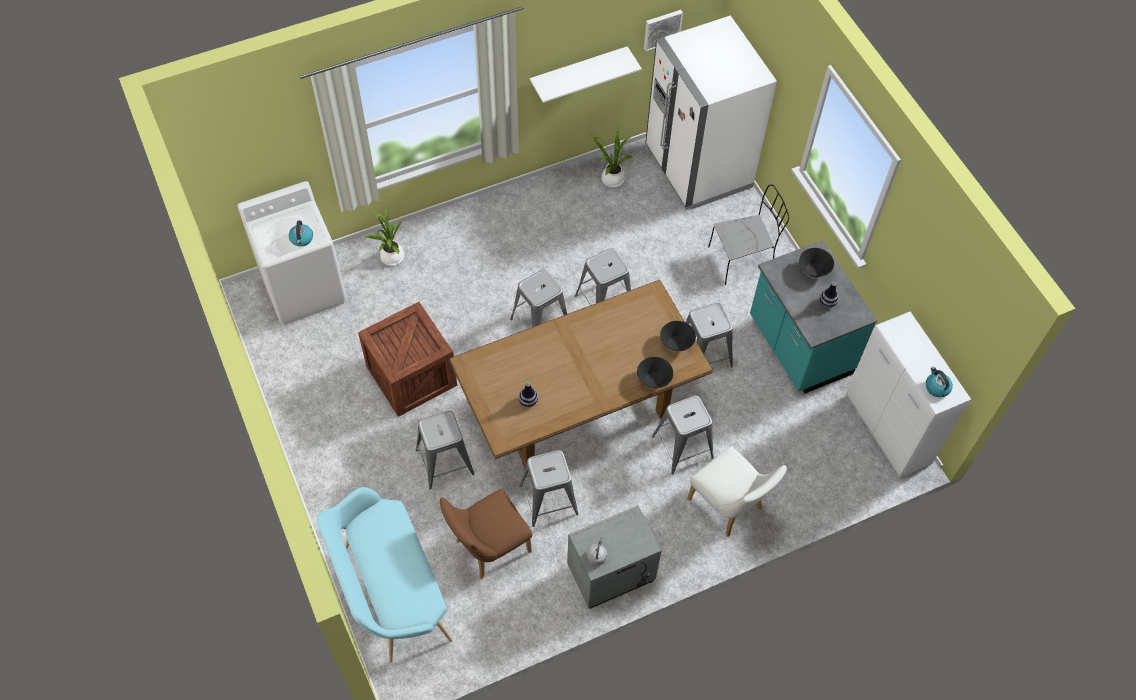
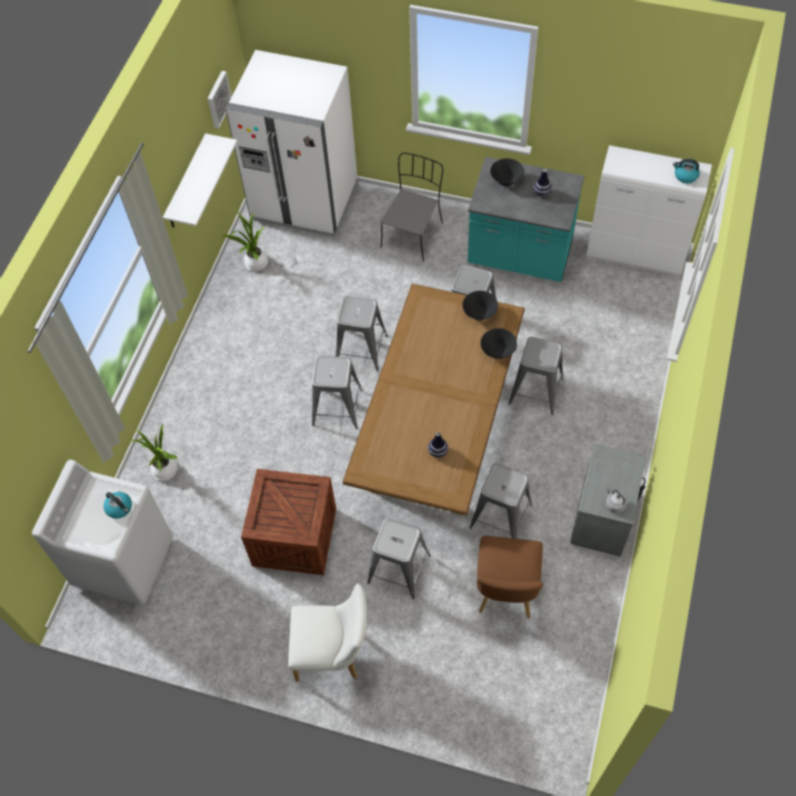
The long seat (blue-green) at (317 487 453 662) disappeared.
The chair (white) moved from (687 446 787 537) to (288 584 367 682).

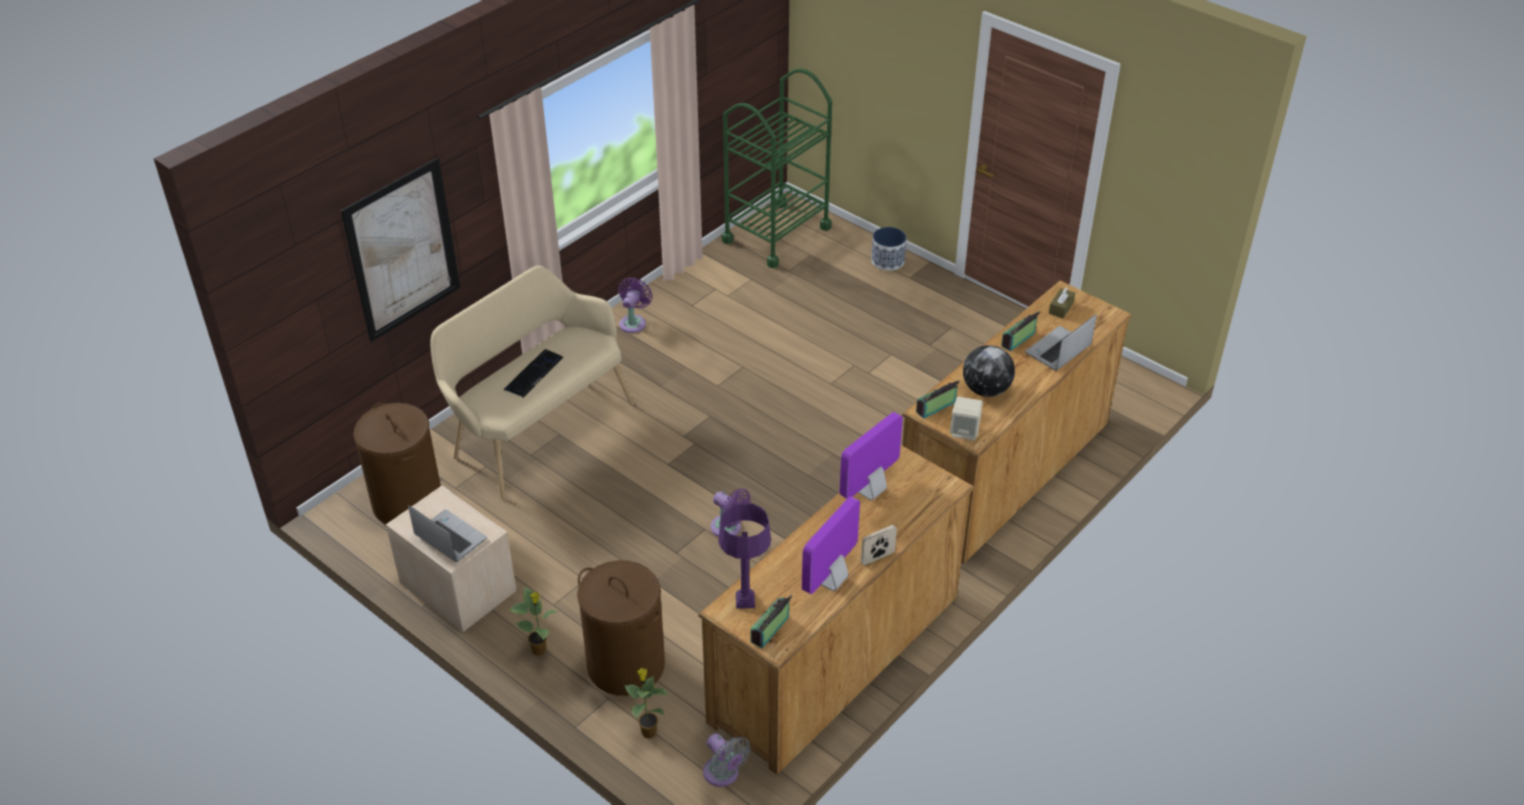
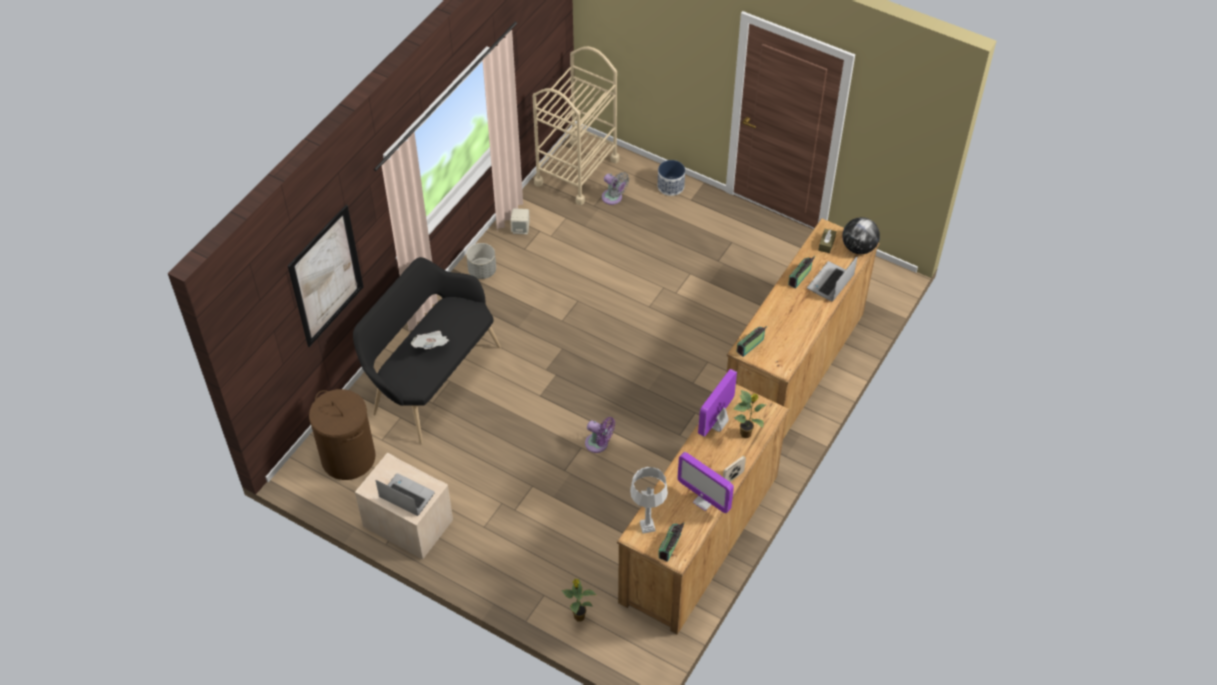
The long seat (beige-coloured) at (430 265 634 499) became the long seat (black-coloured) at (353 257 501 445).
The PC keyboard at (504 349 563 398) was replaced by the newspaper at (411 331 449 349).
The houseplant moved from (509 587 557 655) to (733 390 766 438).
The laundry basket (brown) at (577 560 665 696) disappeared.
The electric fan (purplish) at (618 277 652 333) was replaced by the flower pot (grey) at (466 243 496 279).
The electric fan (grey) moved from (703 734 751 787) to (602 172 629 205).
The tabletop lamp (purplish) at (718 503 771 609) became the tabletop lamp (grey) at (630 467 668 533).
The wheeled cart (green) at (722 68 832 268) became the wheeled cart (beige-coloured) at (533 46 620 205).
The monitor at (802 496 860 594) turned 75 degrees counterclockwise.
The audio speaker (beige-coloured) moved from (950 397 983 440) to (510 208 530 234).
The globe moved from (963 345 1015 397) to (843 217 880 254).

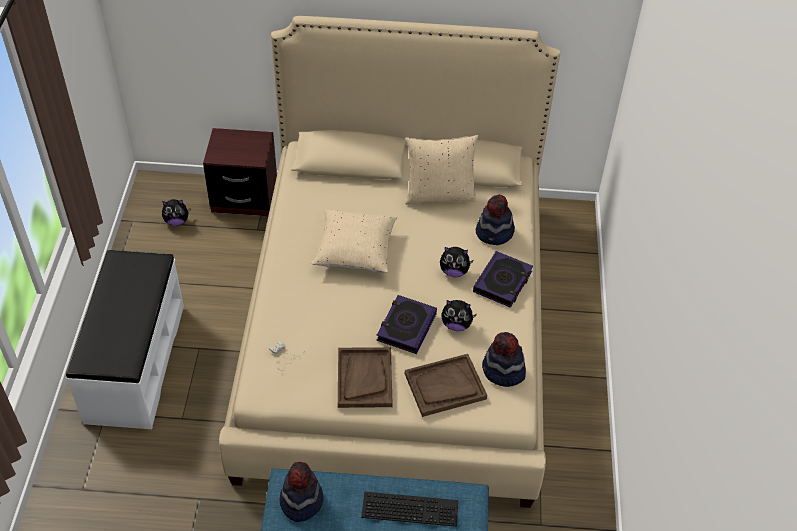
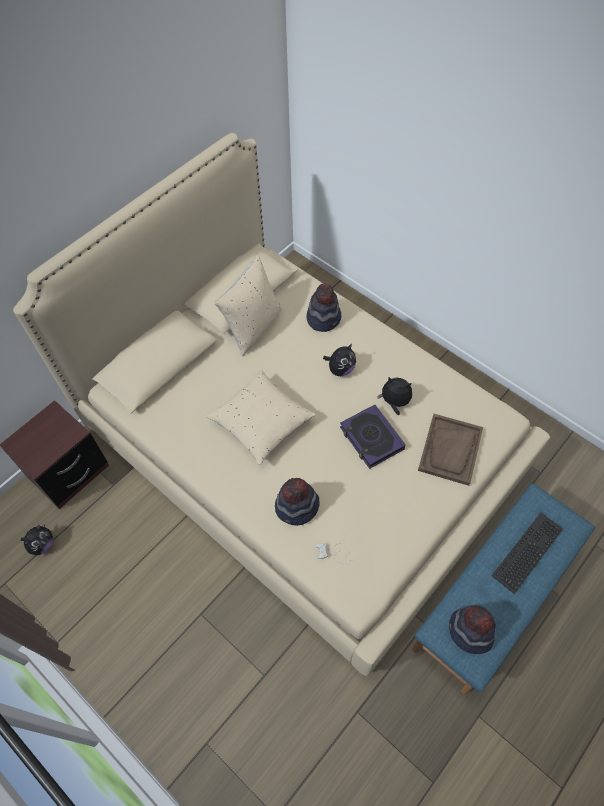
The long seat (white) at (66 250 184 429) disappeared.
The tray (brown) at (338 347 393 408) disappeared.
The soft toy at (441 300 477 331) turned 120 degrees counterclockwise.
The bound book at (473 251 533 308) disappeared.
The clothing hat moved from (482 332 526 387) to (275 478 320 526).

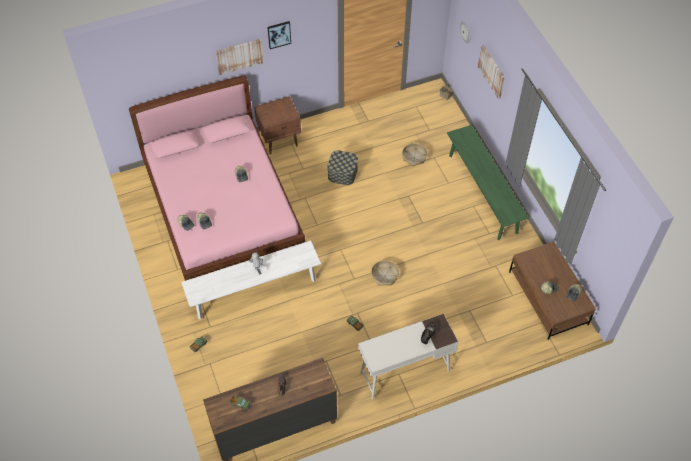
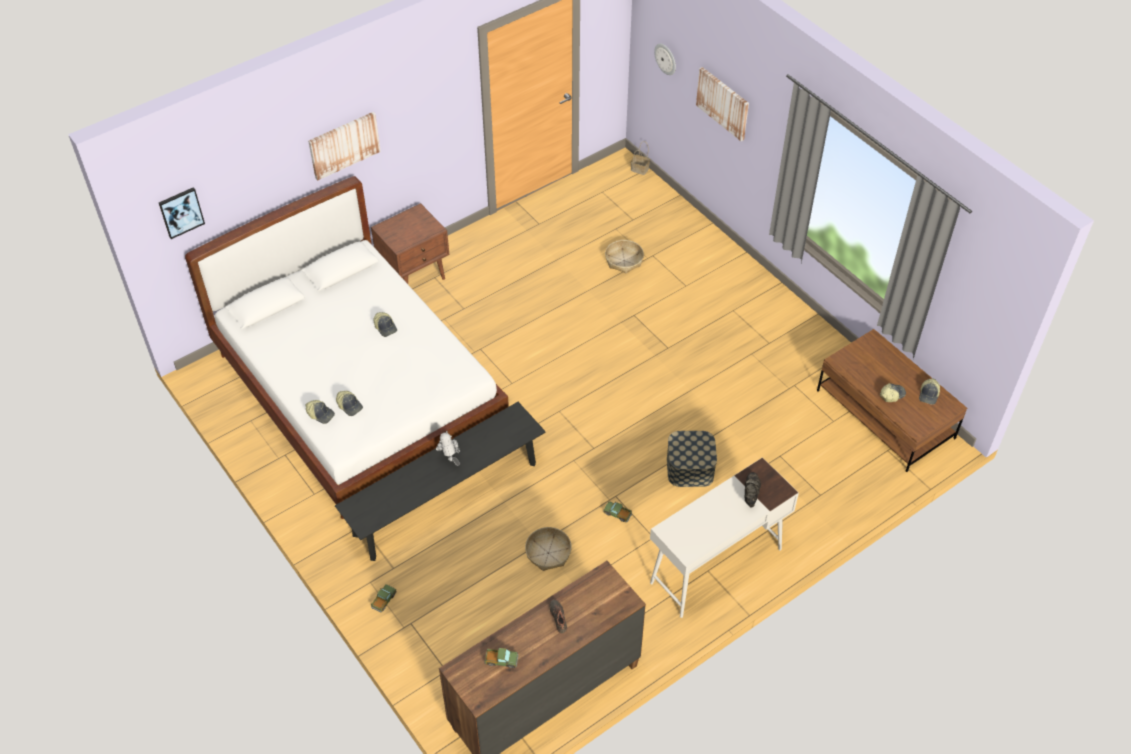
The bedroom bed (pink-coloured) at (129 75 305 281) became the bedroom bed (white) at (185 176 509 519).
The long seat (white) at (181 240 321 320) became the long seat (black-coloured) at (335 402 546 561).
The wall art moved from (267 21 291 49) to (159 187 205 239).
The storage container moved from (327 150 358 185) to (667 431 717 487).
The storage basket moved from (371 260 399 285) to (525 527 572 571).
The long seat (green) at (447 125 529 240) disappeared.

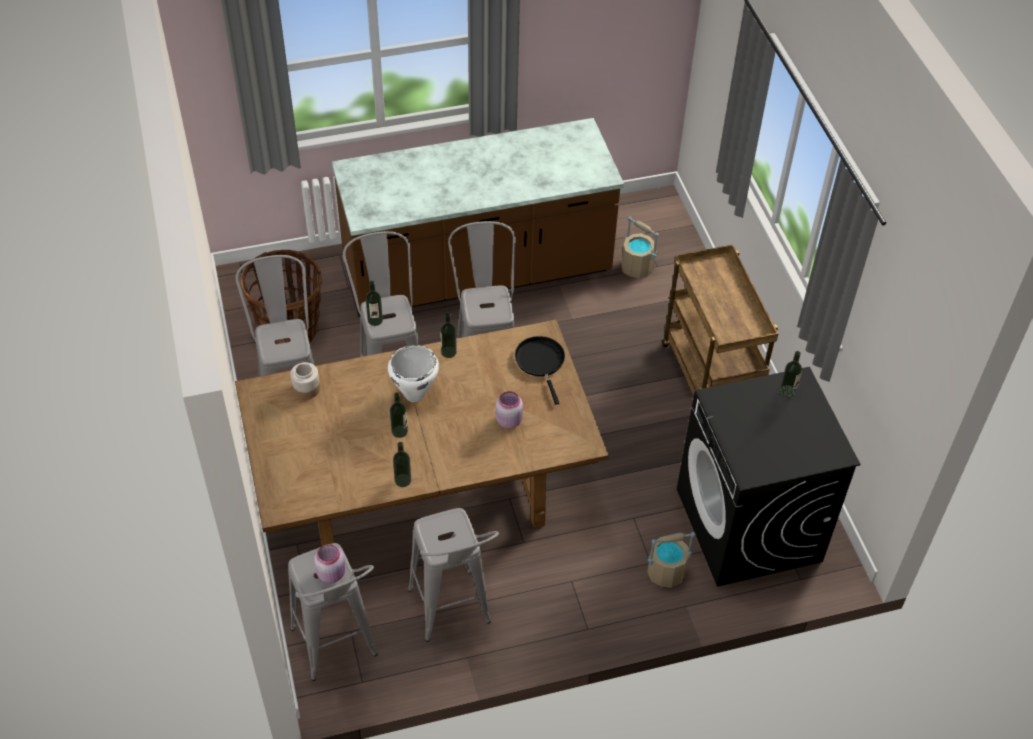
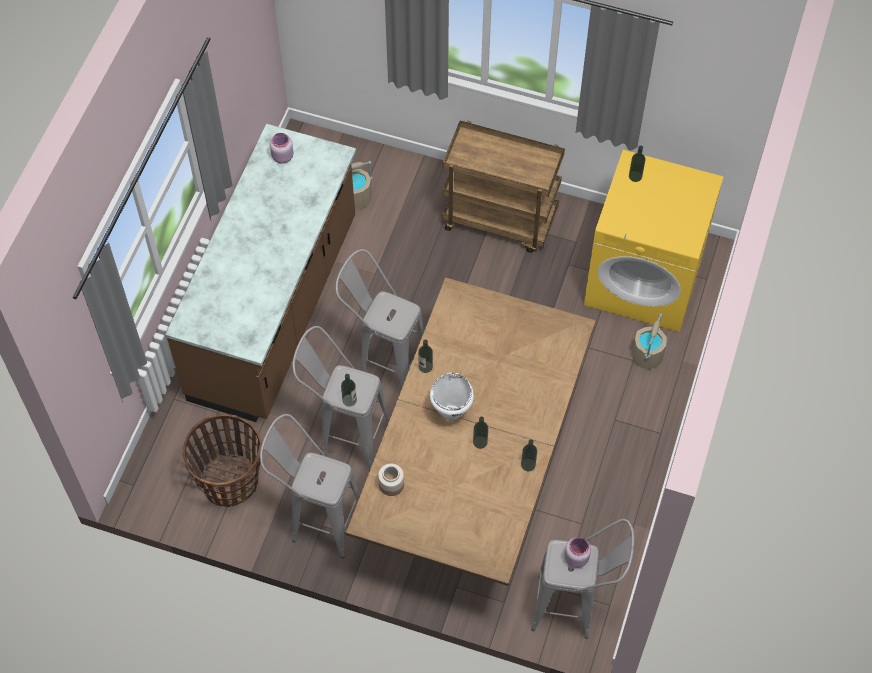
The stool (grey) at (408 508 499 642) disappeared.
The preserve jar (pink-coloured) moved from (496 391 523 429) to (270 133 293 164).
The skillet (black-coloured) at (515 336 565 405) disappeared.
The laundry machine (black-coloured) at (677 367 860 586) became the laundry machine (yellow) at (584 150 724 332).

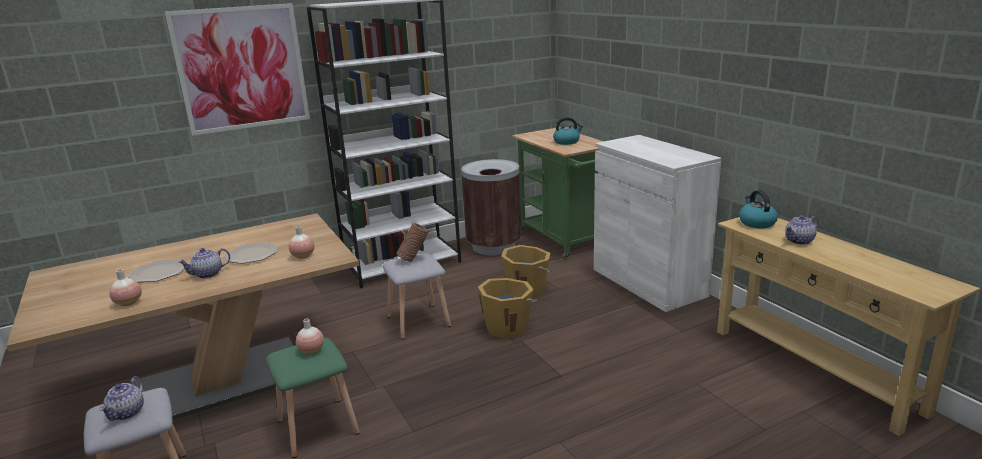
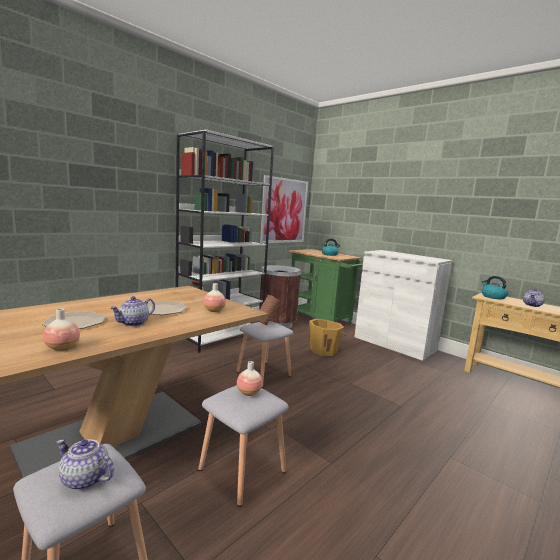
The teapot at (99 377 144 421) turned 120 degrees clockwise.
The wall art moved from (165 3 310 136) to (260 175 308 243).
The stool (green) at (266 338 360 458) became the stool (grey) at (198 385 289 507).
The water bucket (orange-coloured) at (478 278 537 339) disappeared.

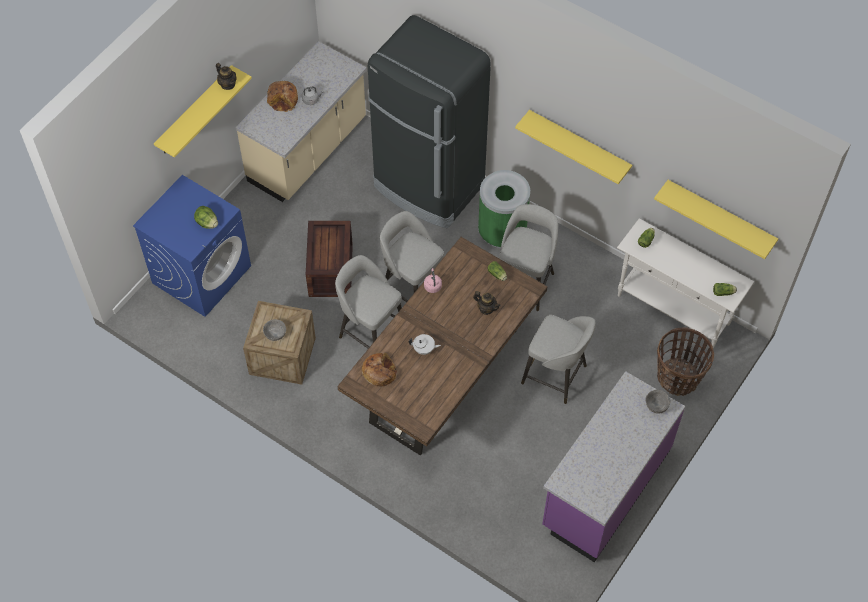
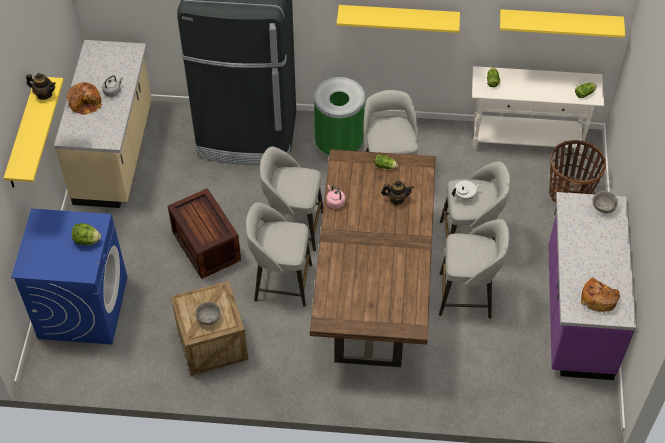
The bakery bread moved from (362 353 397 387) to (581 277 620 312).
The teapot (white) moved from (409 334 441 355) to (452 181 481 200).
The stool (grey) at (439 219 510 319) appeared.

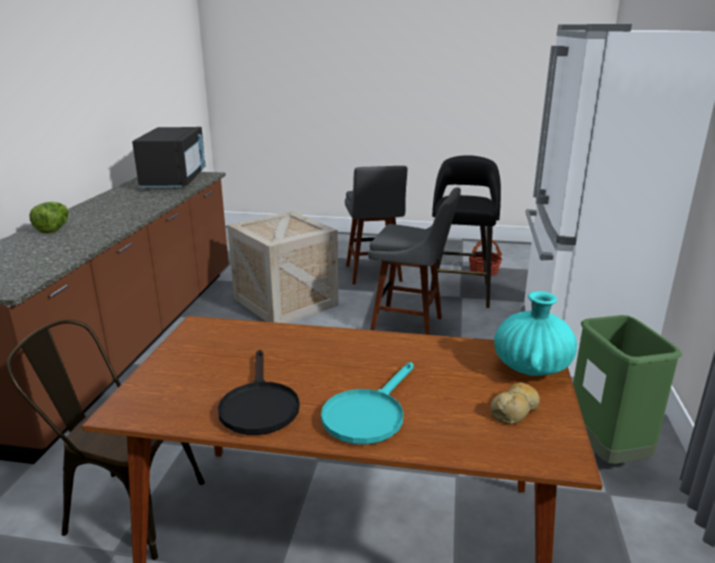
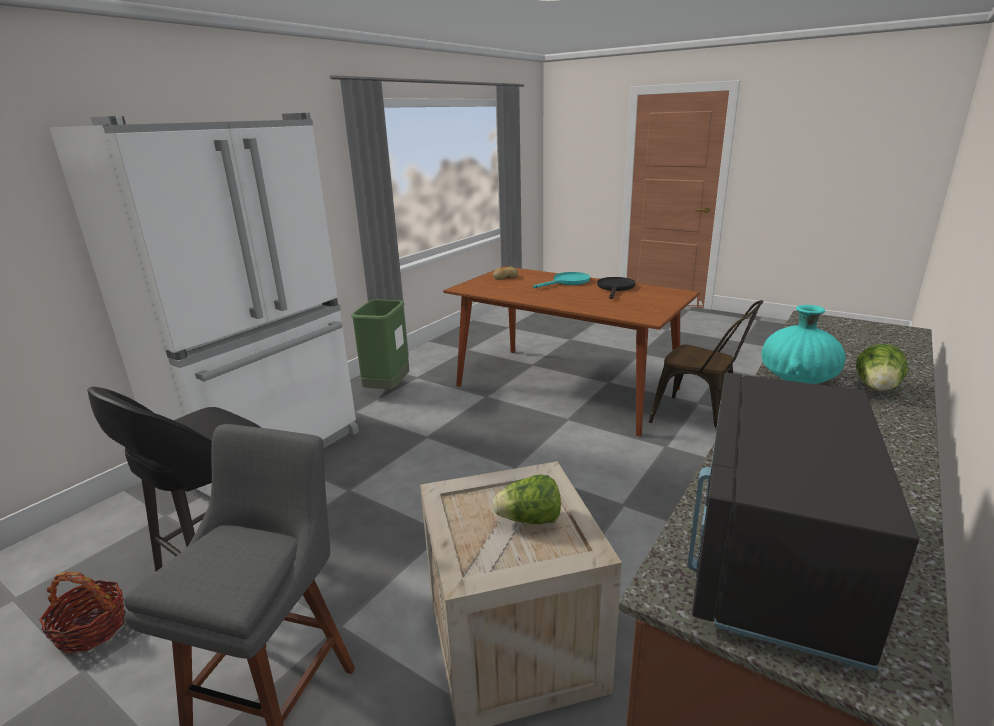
The stool (grey) at (368 187 461 335) disappeared.
The decorative vase (blue-green) moved from (494 291 577 376) to (762 305 846 384).
The head of lettuce at (493 475 561 525) appeared.

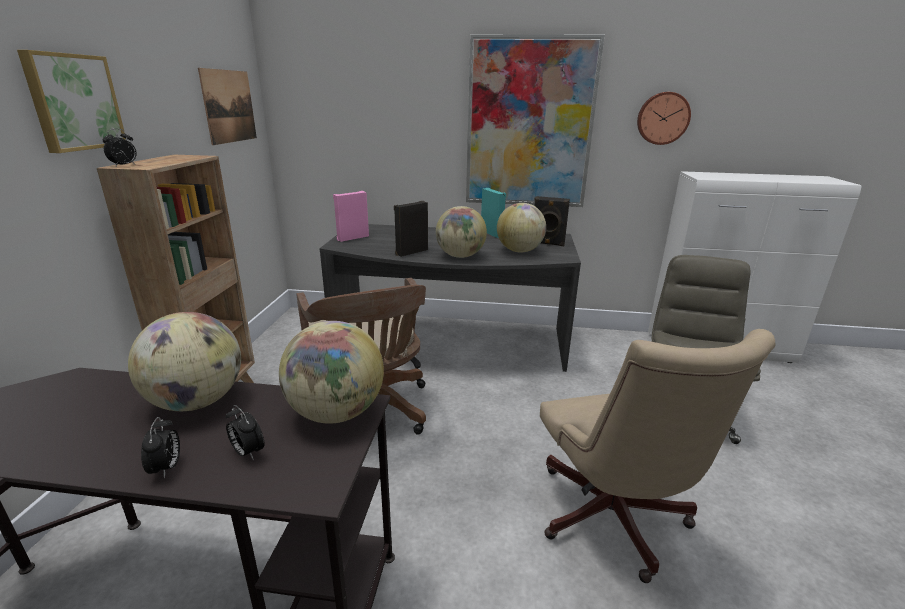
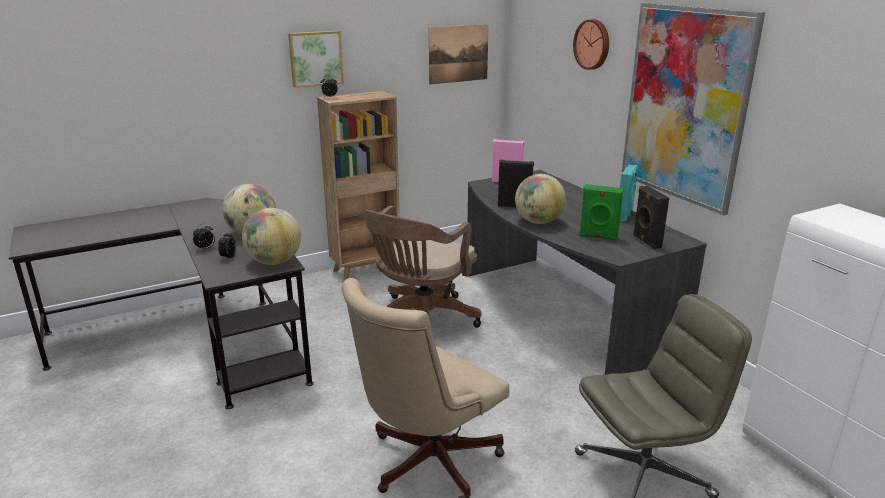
The globe at (497 203 546 252) was replaced by the audio speaker (green) at (579 184 623 241).
The wall clock moved from (637 92 691 145) to (573 19 609 70).

